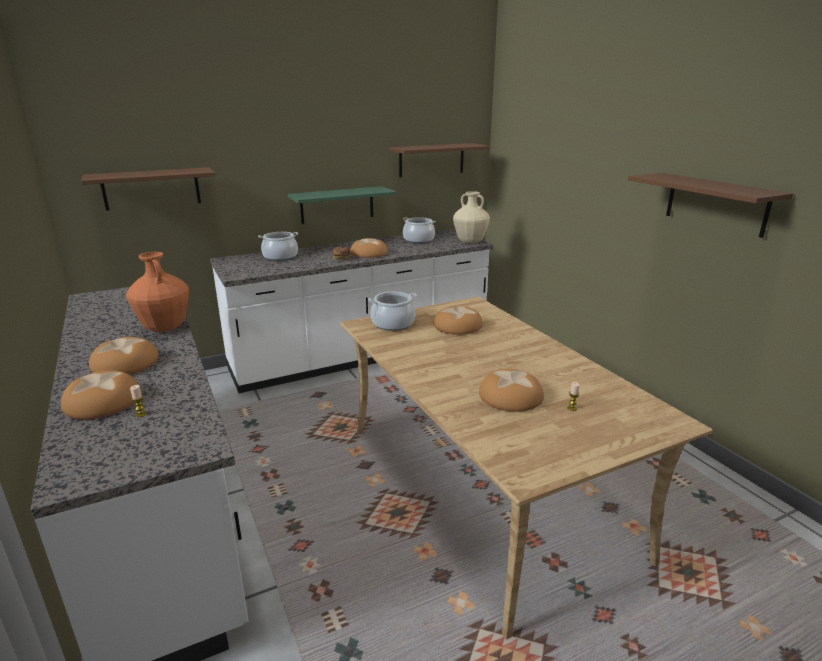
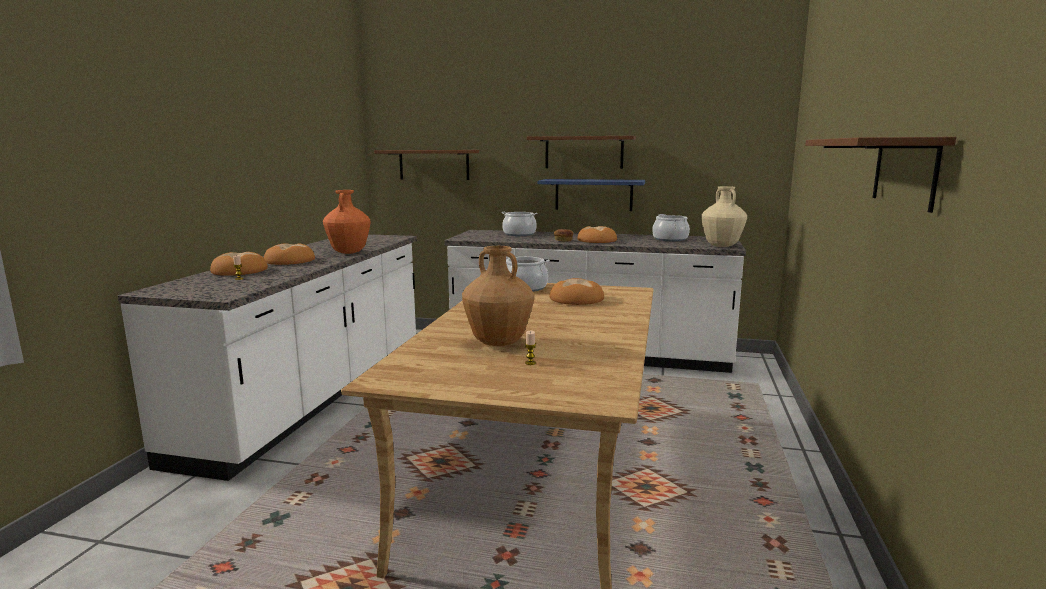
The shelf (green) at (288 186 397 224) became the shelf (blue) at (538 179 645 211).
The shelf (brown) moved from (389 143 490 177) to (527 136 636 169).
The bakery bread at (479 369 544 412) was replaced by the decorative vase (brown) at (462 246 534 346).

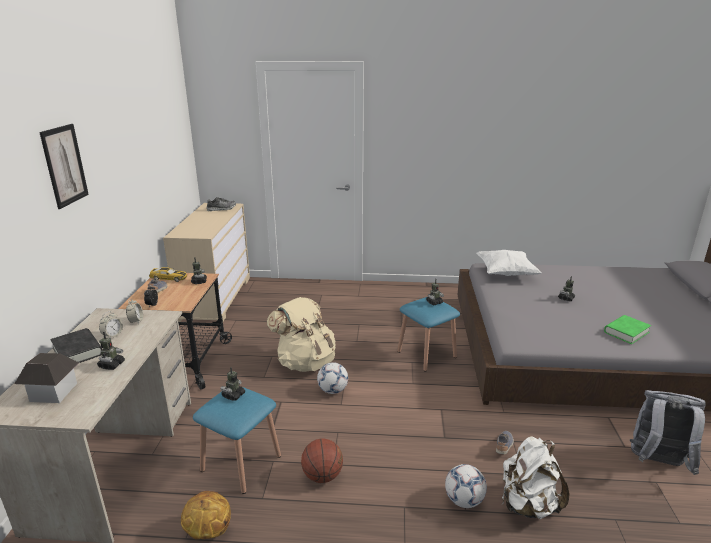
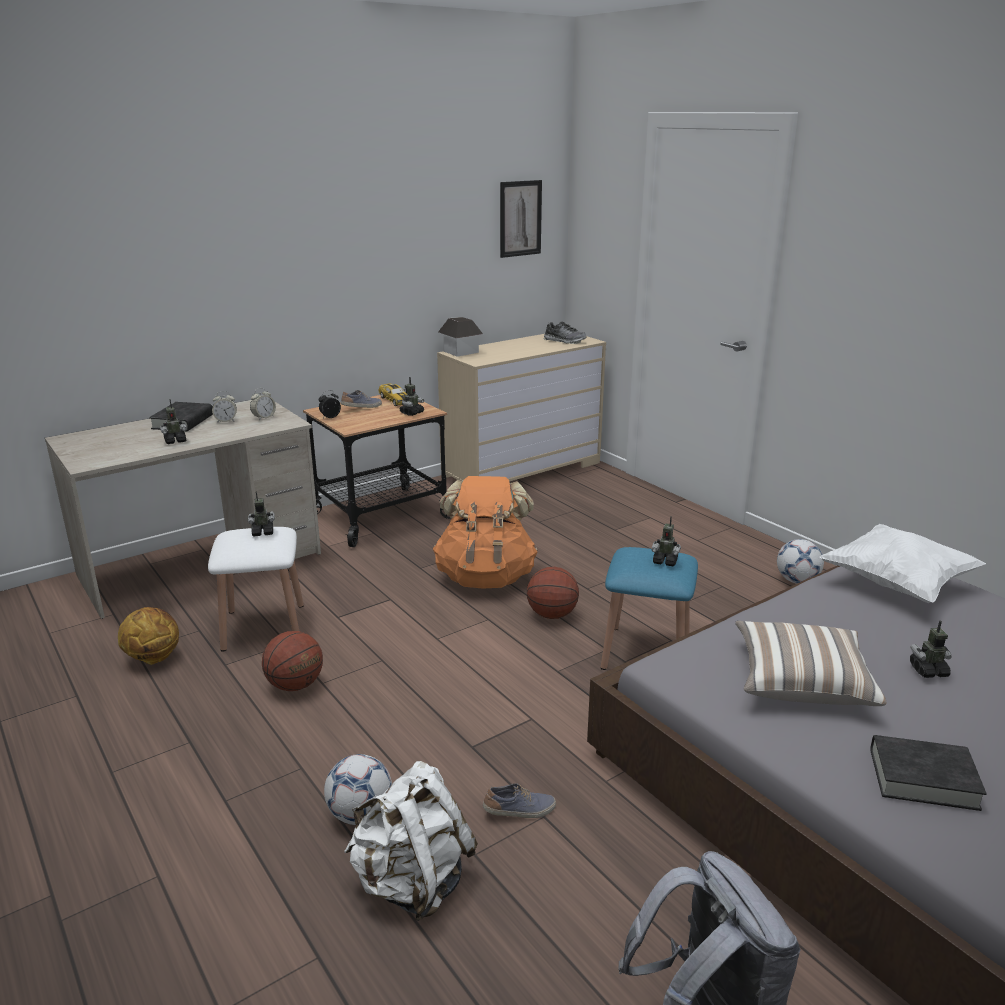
The model house moved from (15 353 79 403) to (438 317 483 357).
The wall art moved from (39 124 89 209) to (500 180 542 258).
The stool (blue) at (193 387 281 494) became the stool (white) at (208 527 304 651).
The knapsack (beige-coloured) at (267 297 336 372) became the knapsack (orange-coloured) at (433 476 538 589).
The football ball moved from (317 362 348 394) to (777 539 824 584).
The bound book (green) at (604 315 651 344) became the bound book (black-coloured) at (871 735 986 811).
The basketball ball at (527 567 579 619) appeared.
The throw pillow at (735 621 887 706) appeared.

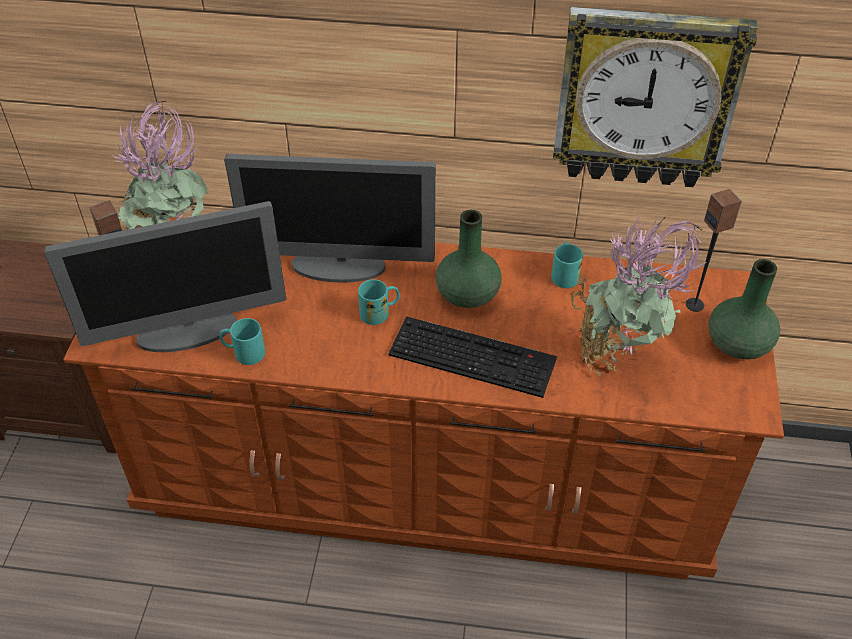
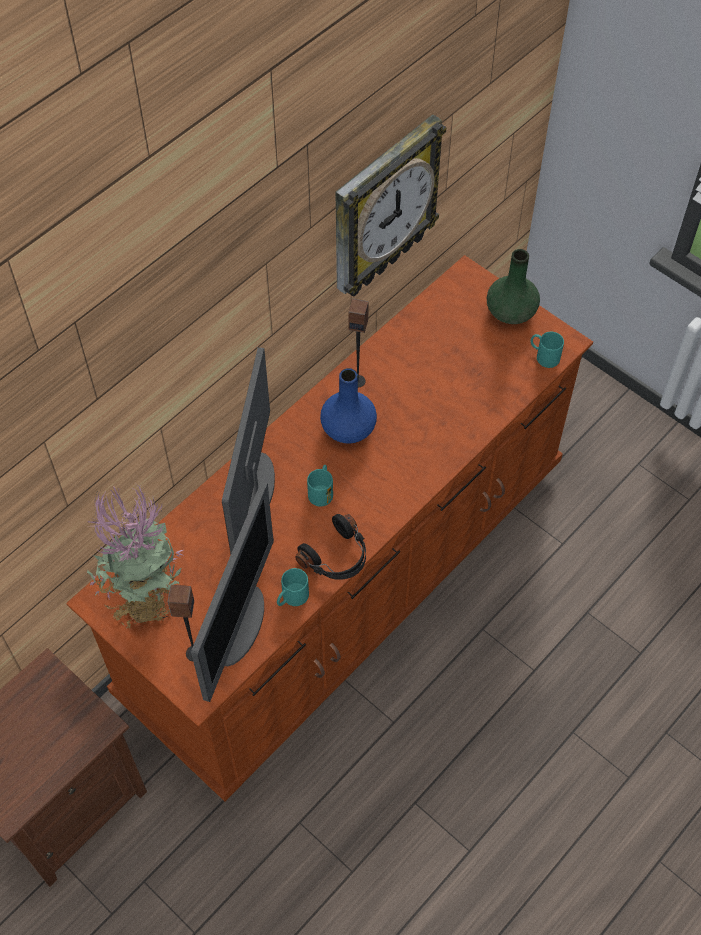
The monitor at (224 154 436 283) turned 150 degrees clockwise.
The PC keyboard at (388 316 557 398) disappeared.
The decorative vase (green) at (435 210 502 308) became the decorative vase (blue) at (320 368 377 444).
The tea mug (blue-green) moved from (551 241 583 288) to (531 332 564 368).
The houseplant at (571 216 706 377) disappeared.
The audio speaker moved from (686 189 742 312) to (348 298 369 388).
The pair of headphones (black-coloured) at (295 514 366 580) appeared.

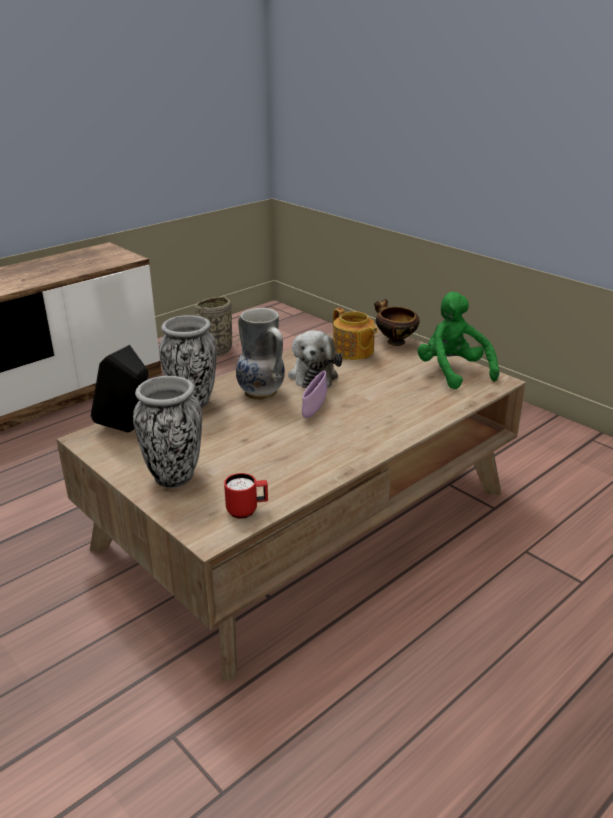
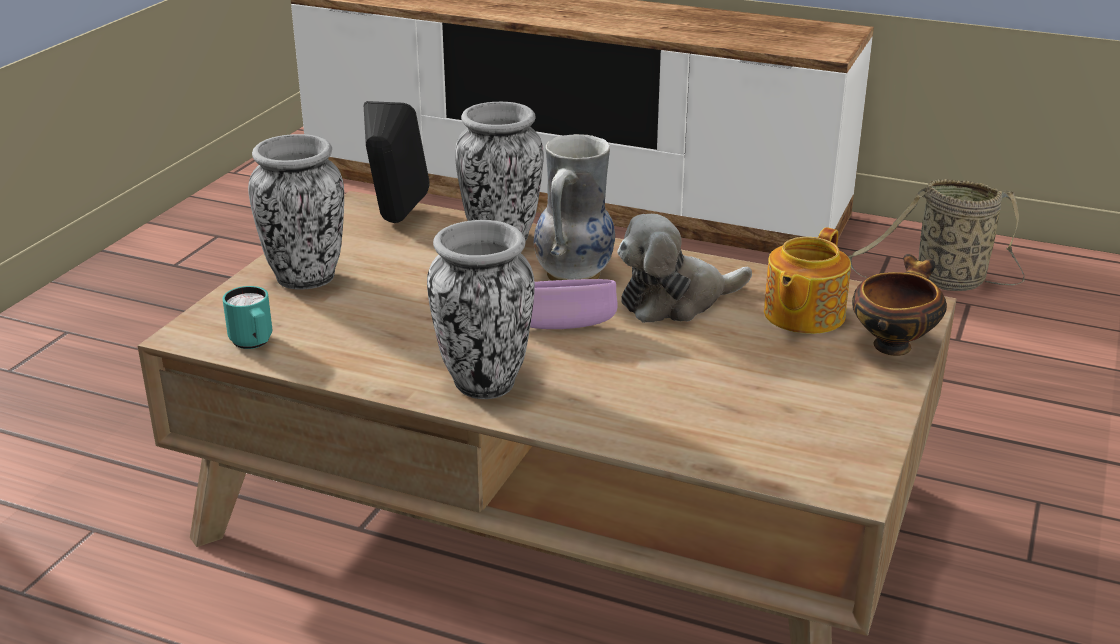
The tea mug (reddish) at (224 473 268 519) became the tea mug (blue-green) at (222 286 272 349).
The soft toy (green) at (417 292 499 389) disappeared.
The decorative vase at (427 220 535 399) appeared.

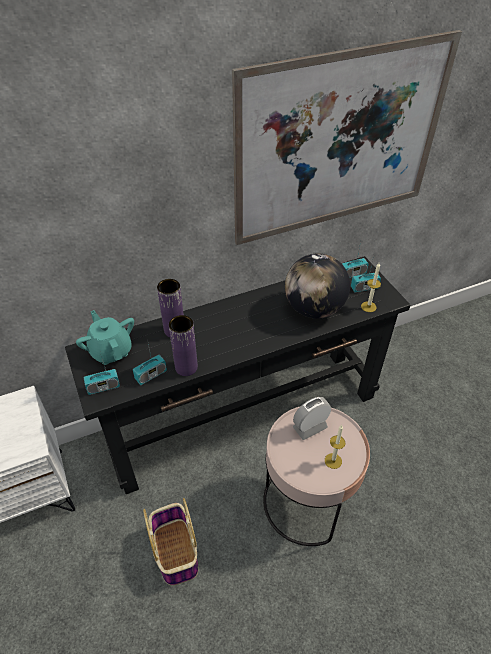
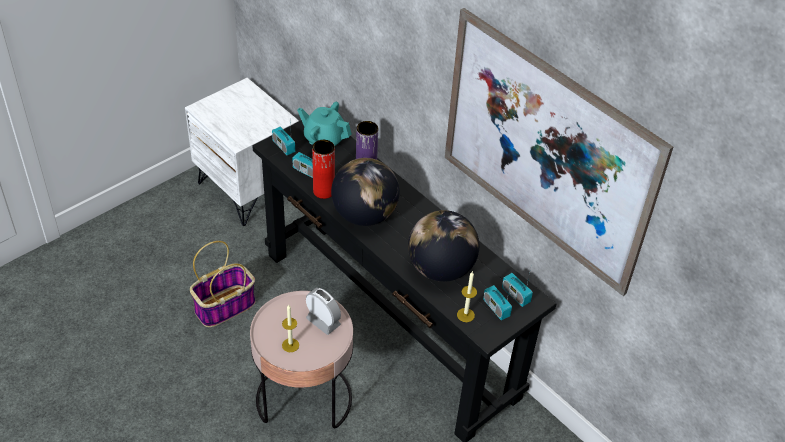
The teapot (blue-green) at (76 310 134 365) turned 105 degrees counterclockwise.
The decorative vase (purplish) at (169 315 198 376) became the decorative vase (reddish) at (312 140 335 199).
The globe at (331 158 400 226) appeared.

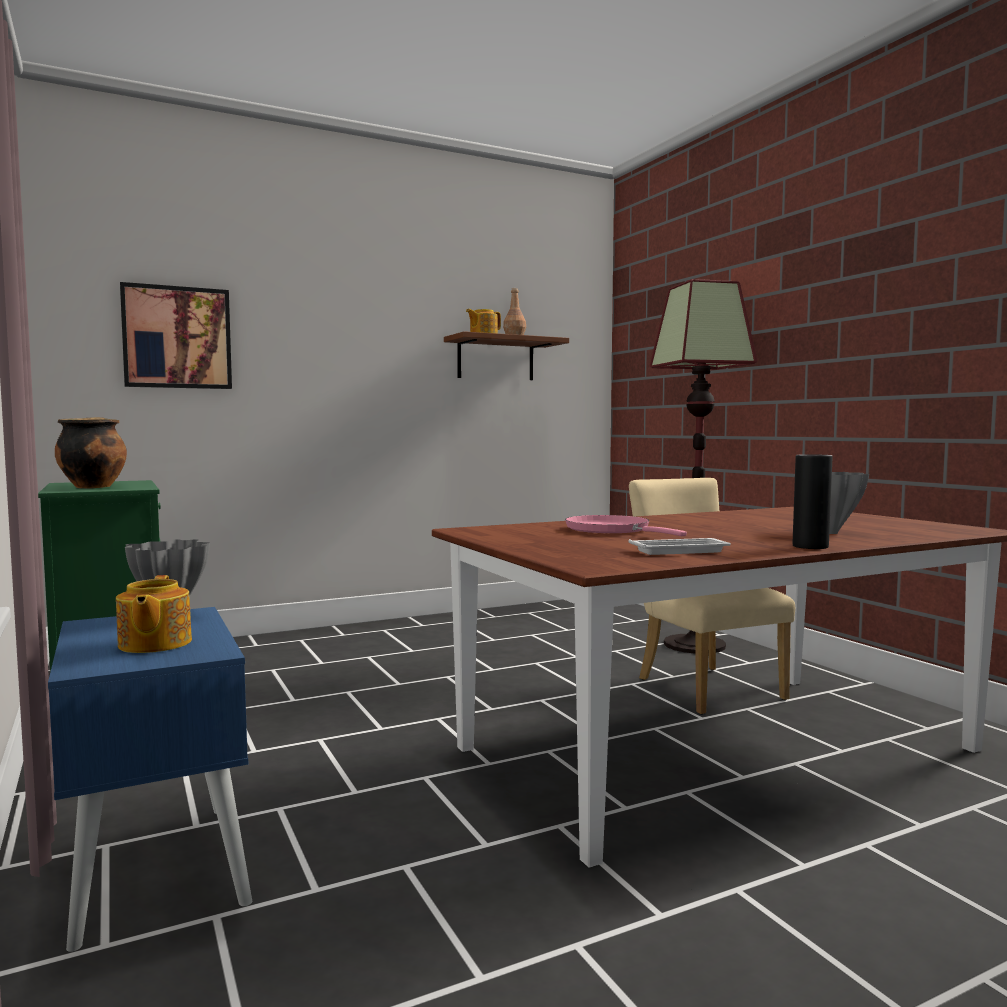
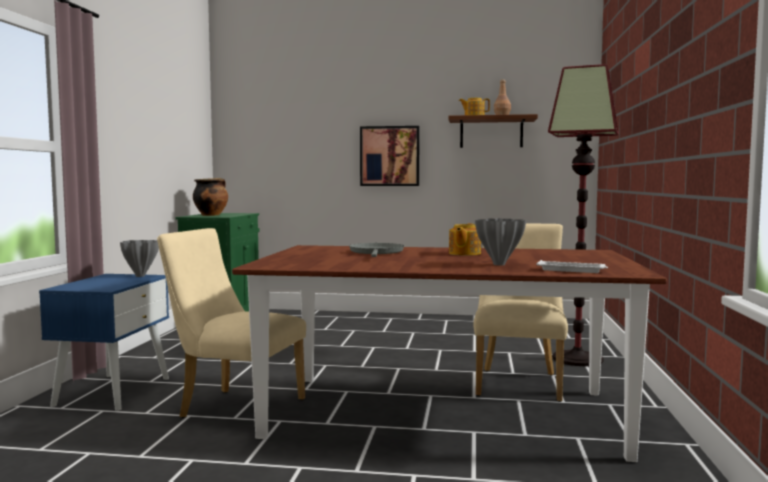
The teapot moved from (116 575 192 653) to (449 223 481 256).
The wall art moved from (120 282 232 389) to (360 126 420 186).
The skillet (pink-coloured) at (565 515 687 536) became the skillet (grey) at (349 243 404 257).
The tray (white) moved from (629 538 731 555) to (536 260 608 273).
The decorative vase (black-coloured) at (793 454 832 549) disappeared.
The chair (beige-coloured) at (157 228 306 418) appeared.

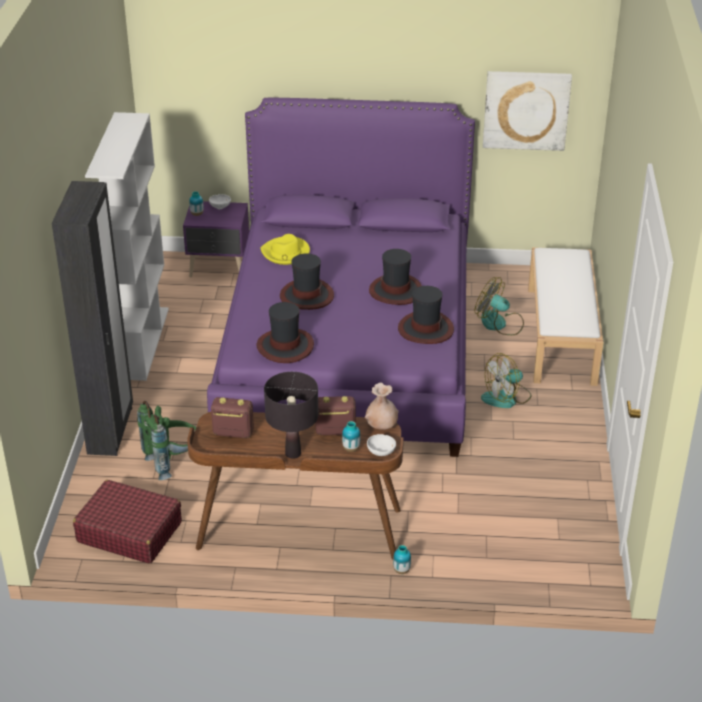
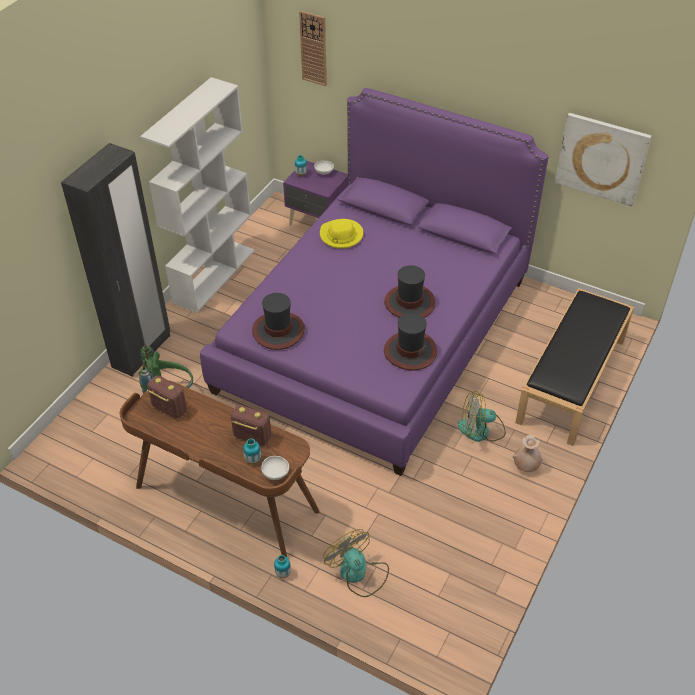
The piece of luggage (reddish) at (73 480 182 564) disappeared.
The tabletop lamp (black-coloured) at (264 372 318 459) disappeared.
The clothing hat at (280 253 334 310) disappeared.
The decorative vase (beige-coloured) moved from (365 383 399 430) to (513 435 543 472).
The electric fan moved from (475 277 524 335) to (323 529 389 597).
The long seat (white) at (528 247 603 386) became the long seat (black-coloured) at (515 288 634 446).
The wall clock at (299 11 327 86) appeared.

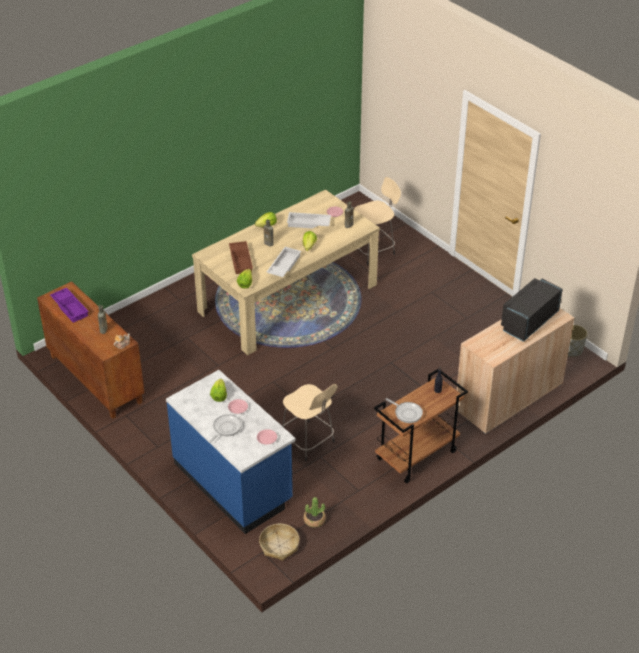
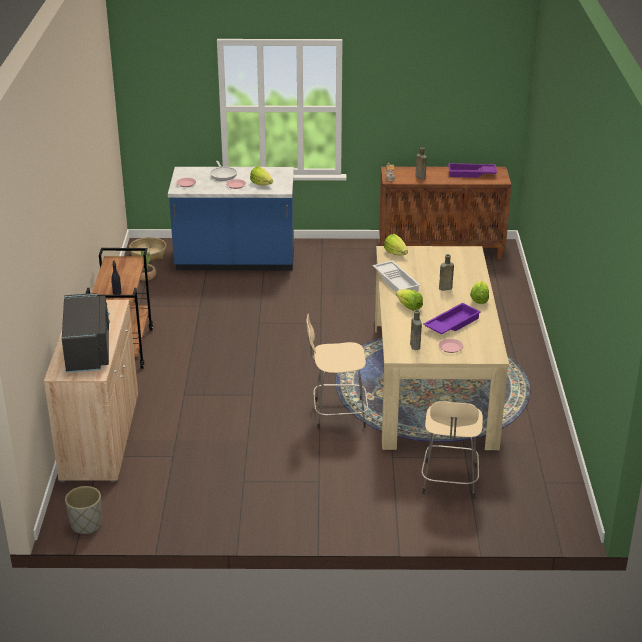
The tray (brown) at (229 241 253 274) disappeared.
The stool (beige-coloured) moved from (282 384 338 461) to (306 314 368 429).
The tray (white) at (287 212 331 229) became the tray (purplish) at (424 303 481 334).
The skillet at (385 398 423 423) disappeared.

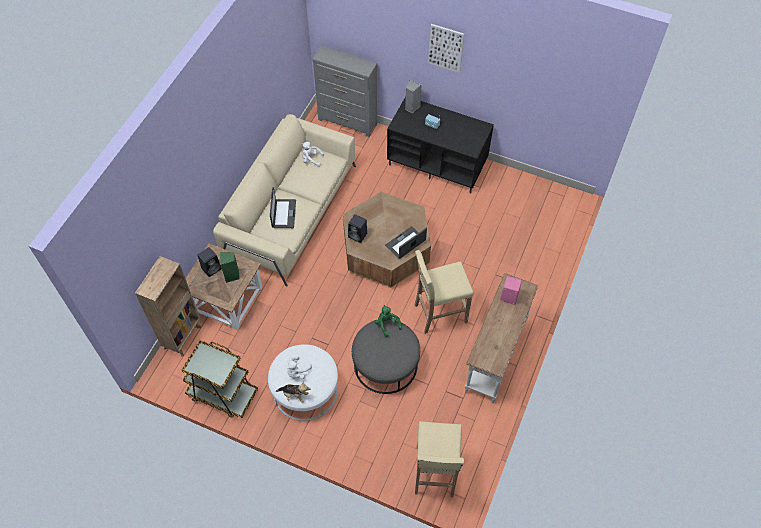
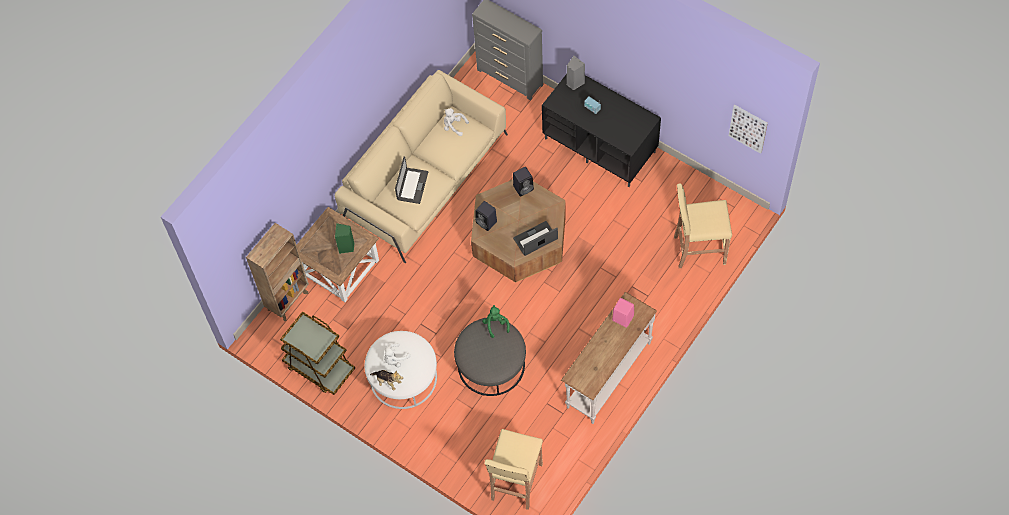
The audio speaker (black-coloured) moved from (198 247 221 277) to (513 167 534 196).
The stool (beige-coloured) moved from (415 250 474 334) to (674 183 732 268).
The wall art moved from (428 24 464 73) to (729 105 768 154).

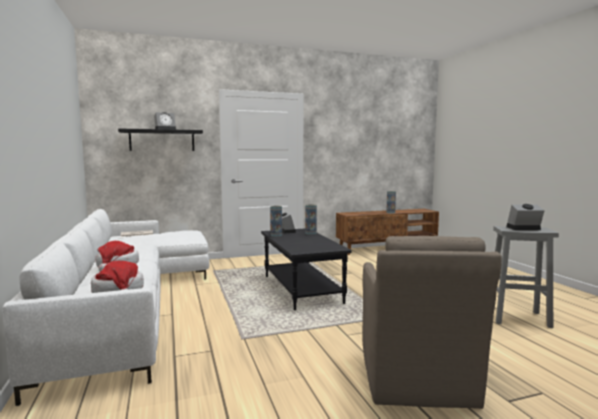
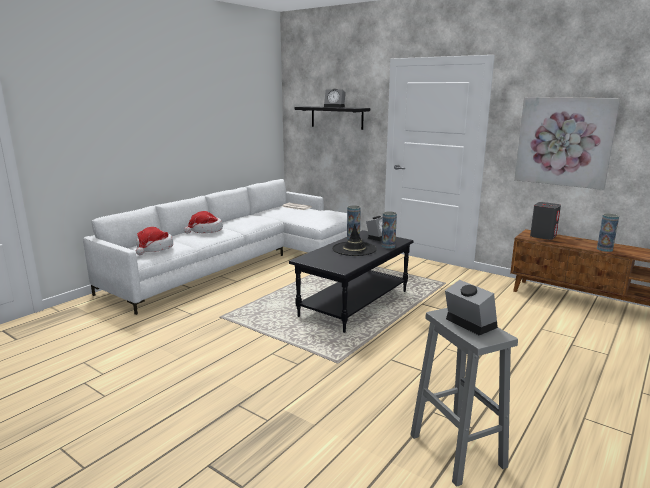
The easy chair (brown) at (362 236 502 409) disappeared.
The clothing hat (black-coloured) at (332 224 377 256) appeared.
The wall art at (514 97 620 190) appeared.
The audio speaker (grey) at (530 202 561 240) appeared.

